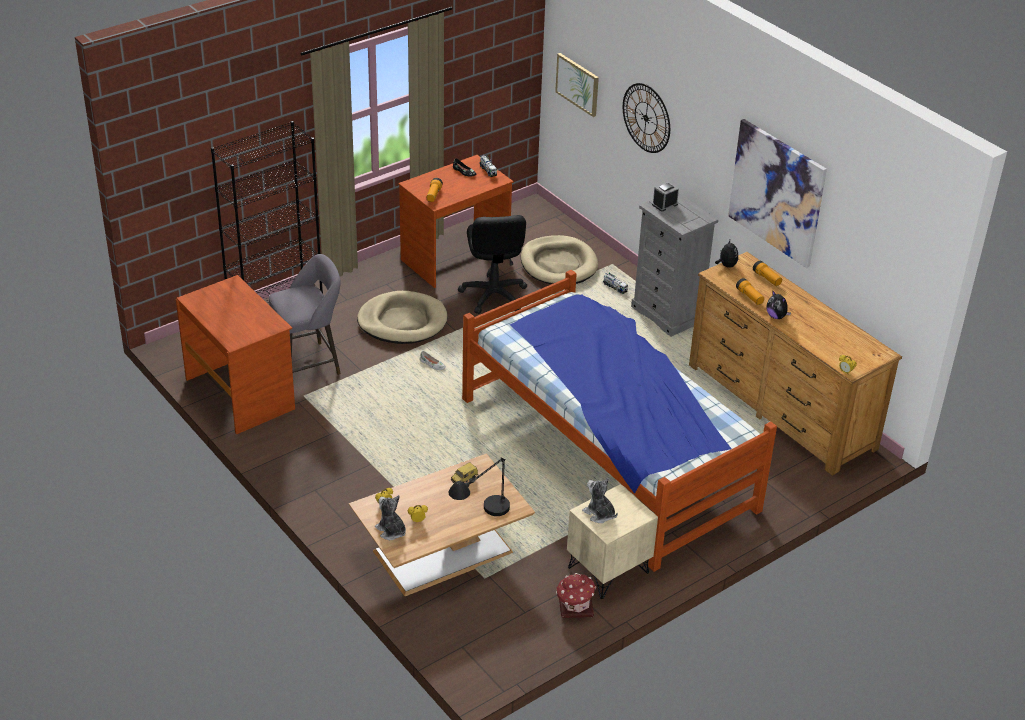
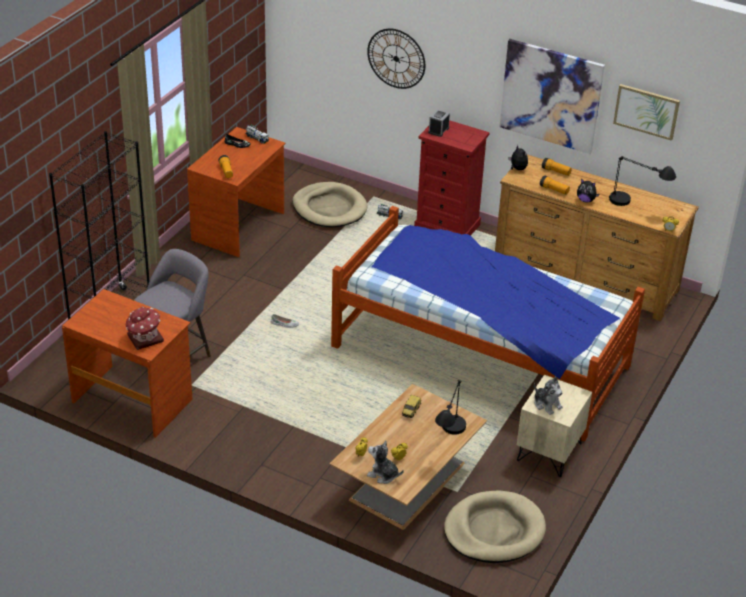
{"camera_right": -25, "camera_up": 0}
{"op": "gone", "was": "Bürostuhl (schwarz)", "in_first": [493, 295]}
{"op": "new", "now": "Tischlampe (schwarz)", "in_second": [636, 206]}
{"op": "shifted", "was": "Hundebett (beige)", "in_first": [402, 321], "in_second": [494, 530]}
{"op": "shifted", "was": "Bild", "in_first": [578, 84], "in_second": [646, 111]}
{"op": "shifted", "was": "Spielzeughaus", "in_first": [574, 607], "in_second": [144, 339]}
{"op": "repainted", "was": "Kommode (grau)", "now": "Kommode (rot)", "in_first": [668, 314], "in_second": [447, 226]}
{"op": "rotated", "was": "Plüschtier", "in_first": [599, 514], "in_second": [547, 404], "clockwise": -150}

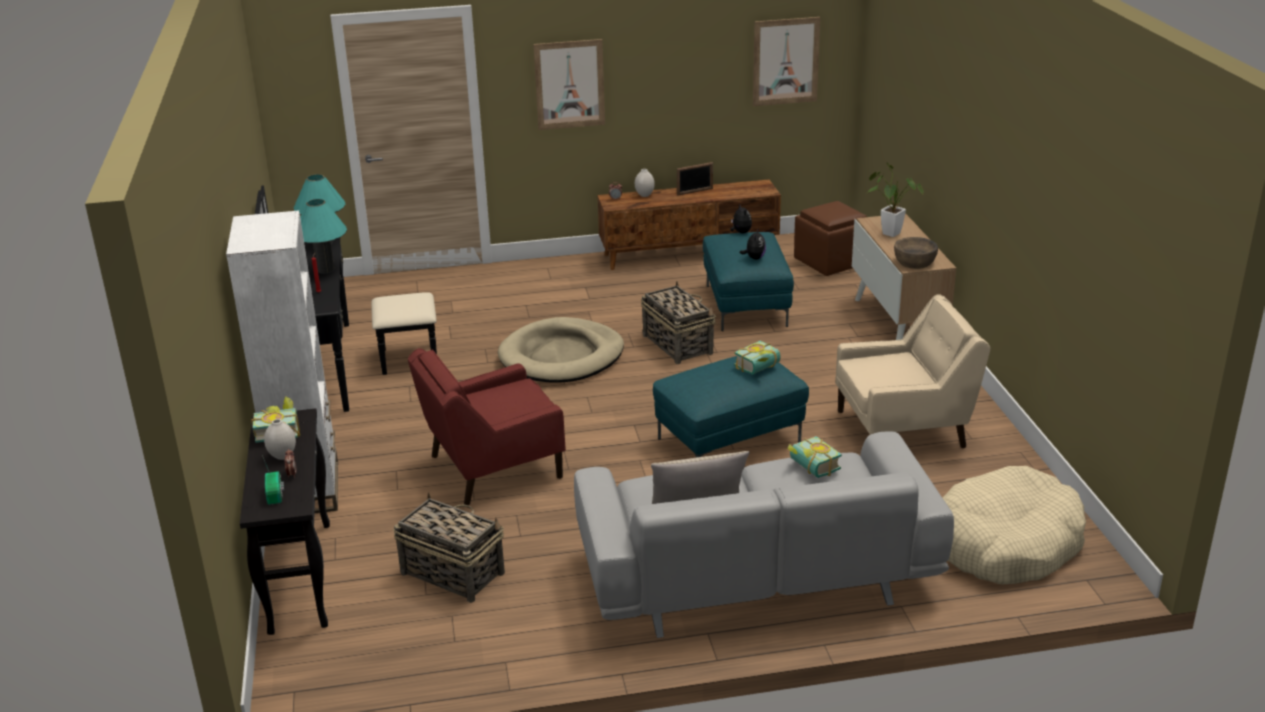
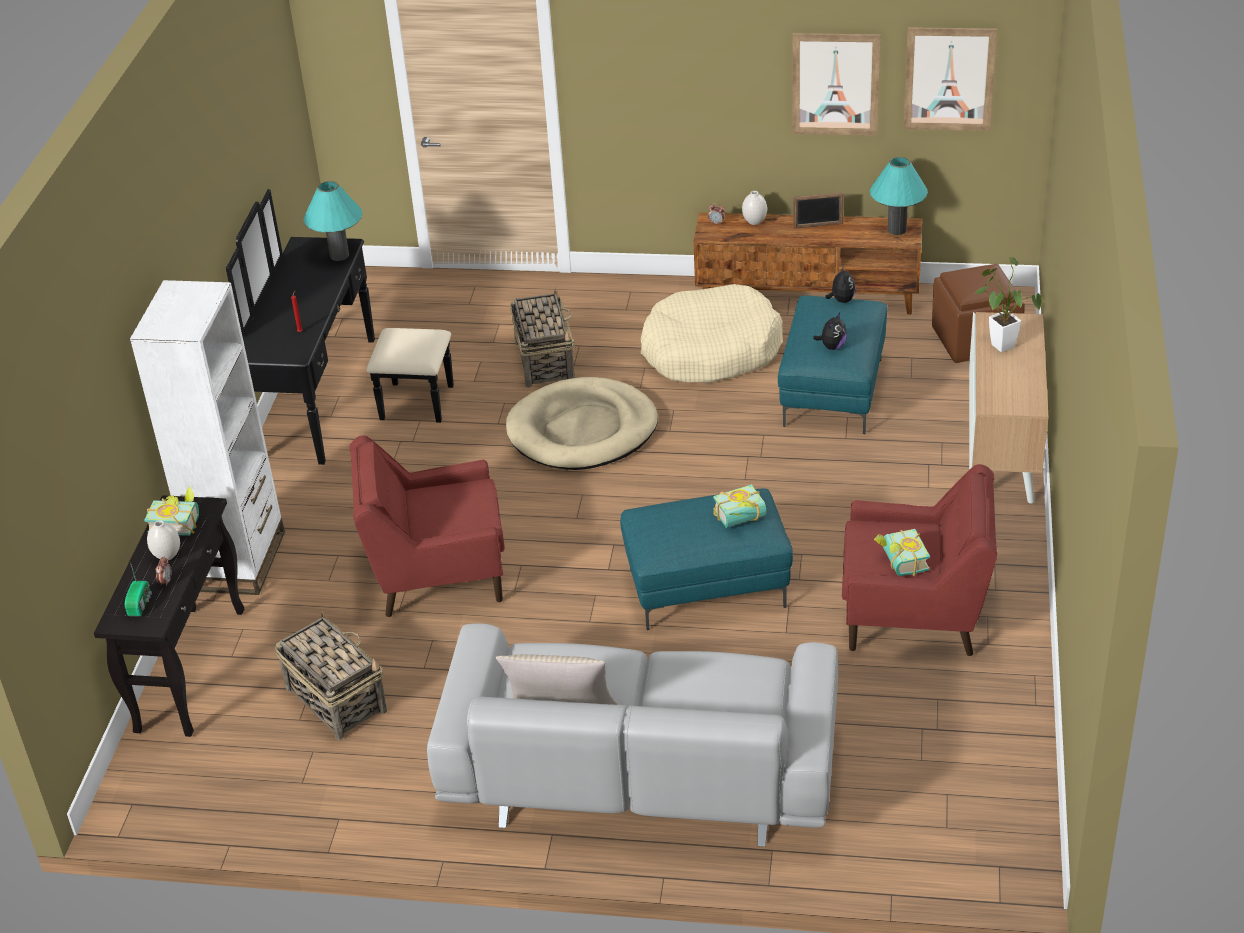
{"camera_right": 20, "camera_up": 10}
{"op": "gone", "was": "Schüssel (braun)", "in_first": [914, 262]}
{"op": "shifted", "was": "Tischlampe (türkis)", "in_first": [325, 269], "in_second": [897, 230]}
{"op": "shifted", "was": "Bild", "in_first": [569, 84], "in_second": [835, 84]}
{"op": "shifted", "was": "Korb", "in_first": [677, 344], "in_second": [544, 360]}
{"op": "shifted", "was": "Buch", "in_first": [810, 468], "in_second": [899, 562]}
{"op": "shifted", "was": "Hundebett (beige)", "in_first": [1006, 543], "in_second": [710, 351]}
{"op": "repainted", "was": "Sessel (beige)", "now": "Sessel (rot)", "in_first": [903, 429], "in_second": [915, 614]}

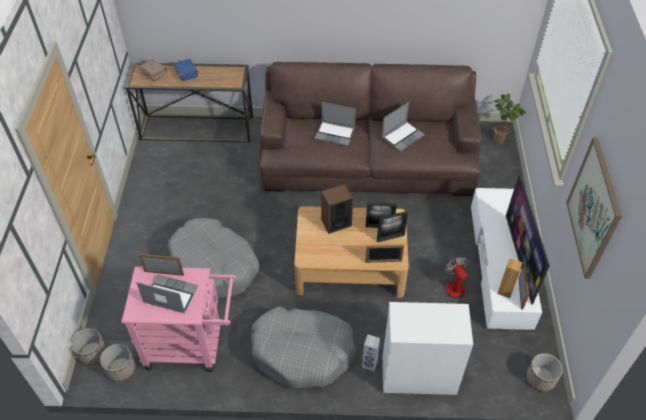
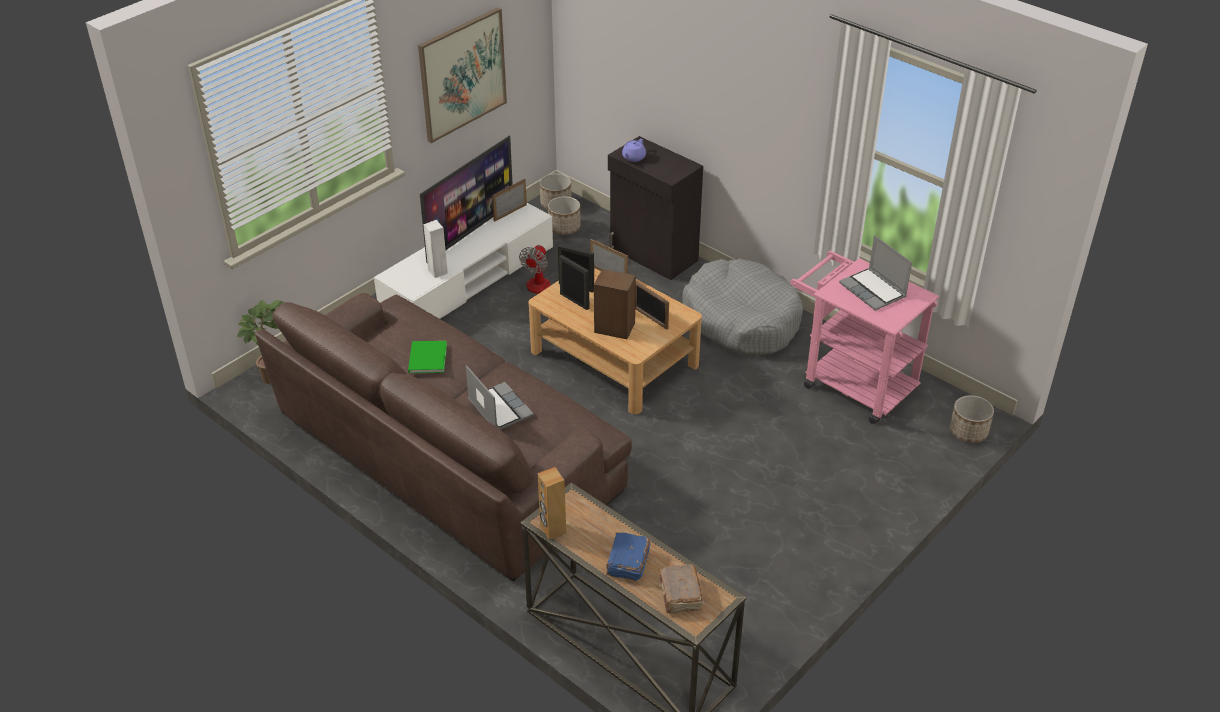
{"camera_right": -140, "camera_up": -10}
{"op": "gone", "was": "Hundebett (grau)", "in_first": [214, 266]}
{"op": "new", "now": "Teekanne (lila)", "in_second": [633, 158]}
{"op": "shifted", "was": "Pflanzkübel", "in_first": [121, 369], "in_second": [564, 228]}
{"op": "shifted", "was": "Bilderrahmen", "in_first": [164, 272], "in_second": [650, 318]}
{"op": "shifted", "was": "Lautsprecher (weiß)", "in_first": [369, 364], "in_second": [438, 271]}
{"op": "shifted", "was": "Lautsprecher (braun)", "in_first": [505, 291], "in_second": [552, 529]}
{"op": "swapped", "was": "Laptop", "now": "Buch (grün)", "in_first": [402, 136], "in_second": [426, 359]}
{"op": "repainted", "was": "Schrank (weiß)", "now": "Schrank (schwarz)", "in_first": [418, 374], "in_second": [653, 255]}

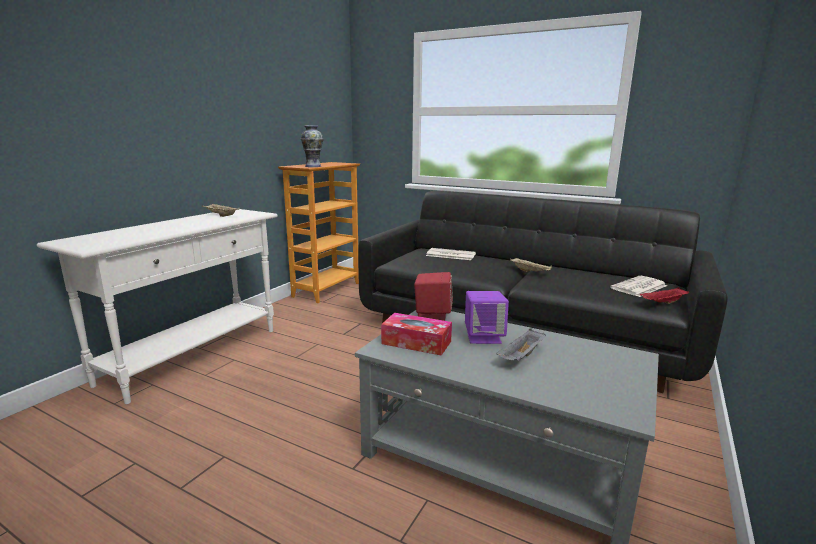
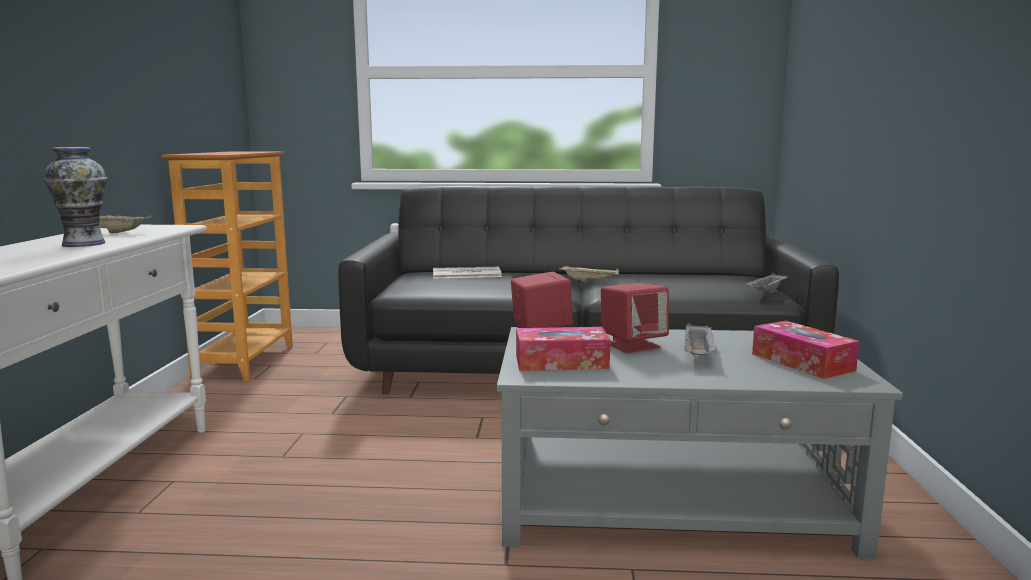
{"camera_right": -25, "camera_up": -5}
{"op": "gone", "was": "Zeitung", "in_first": [639, 287]}
{"op": "new", "now": "Taschentuchbox", "in_second": [802, 362]}
{"op": "shifted", "was": "Vase", "in_first": [313, 166], "in_second": [83, 244]}
{"op": "repainted", "was": "Lautsprecher (lila)", "now": "Lautsprecher (rot)", "in_first": [484, 337], "in_second": [632, 345]}
{"op": "repainted", "was": "Tablett (rot)", "now": "Tablett (grau)", "in_first": [663, 303], "in_second": [766, 292]}

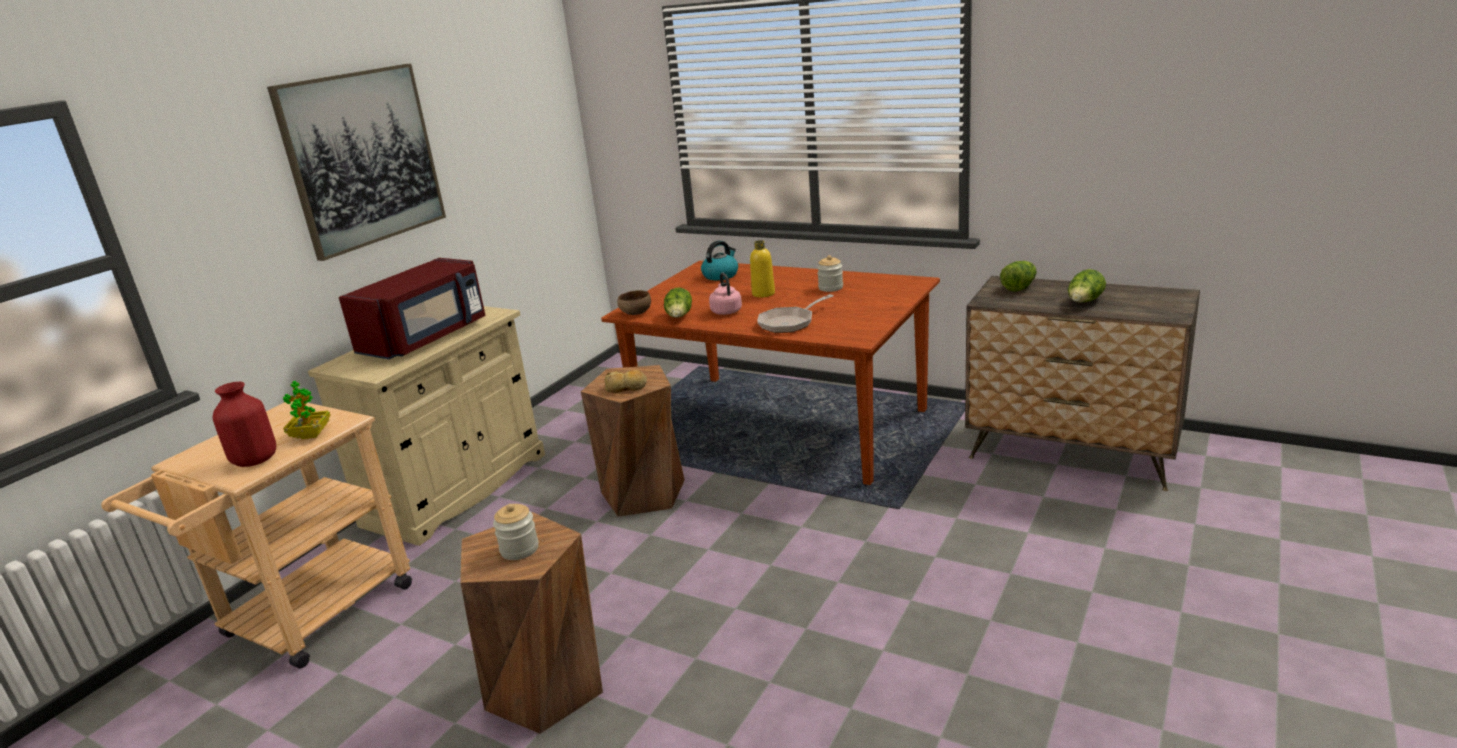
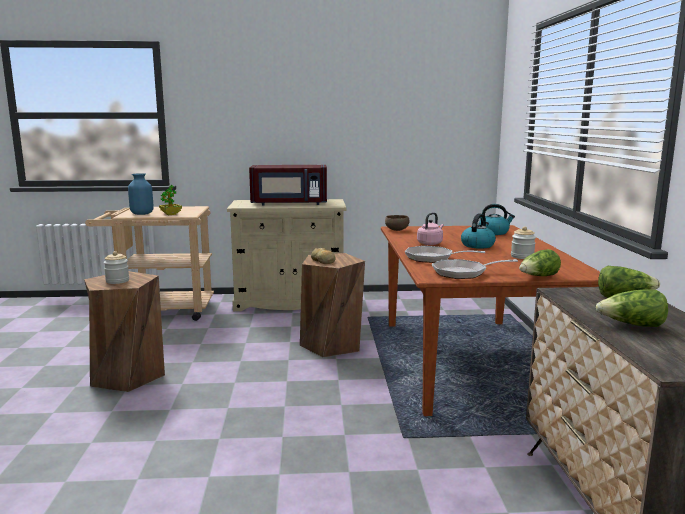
{"camera_right": 55, "camera_up": -10}
{"op": "gone", "was": "Bild", "in_first": [363, 158]}
{"op": "new", "now": "Pfanne", "in_second": [463, 273]}
{"op": "shifted", "was": "Salatkopf", "in_first": [679, 317], "in_second": [538, 277]}
{"op": "swapped", "was": "Flasche (gelb)", "now": "Wasserkessel", "in_first": [763, 294], "in_second": [477, 245]}
{"op": "repainted", "was": "Vase (rot)", "now": "Vase (blau)", "in_first": [255, 460], "in_second": [142, 214]}

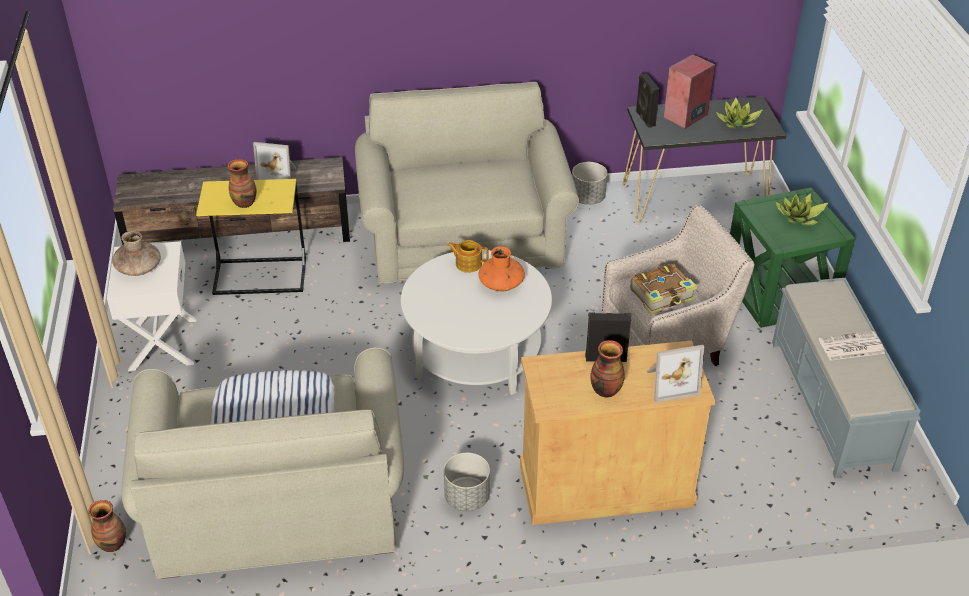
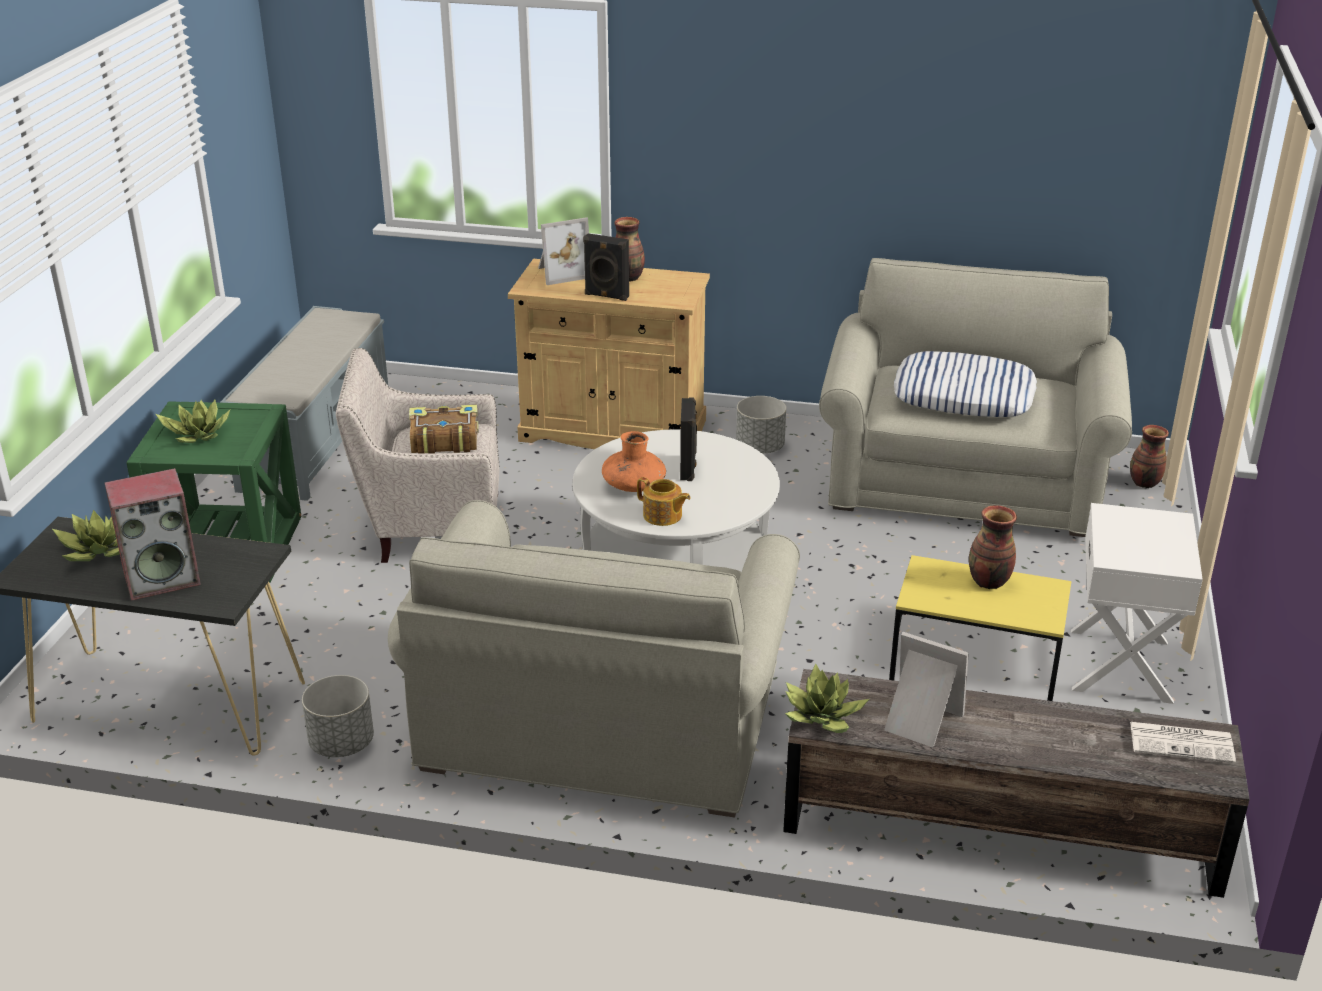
{"camera_right": -160, "camera_up": -10}
{"op": "gone", "was": "Vase (braun)", "in_first": [139, 268]}
{"op": "new", "now": "Topfpflanze", "in_second": [823, 716]}
{"op": "shifted", "was": "Lautsprecher (schwarz)", "in_first": [644, 119], "in_second": [688, 468]}
{"op": "shifted", "was": "Zeitung", "in_first": [850, 347], "in_second": [1182, 743]}
{"op": "rotated", "was": "Bilderrahmen", "in_first": [670, 382], "in_second": [562, 273], "clockwise": 150}

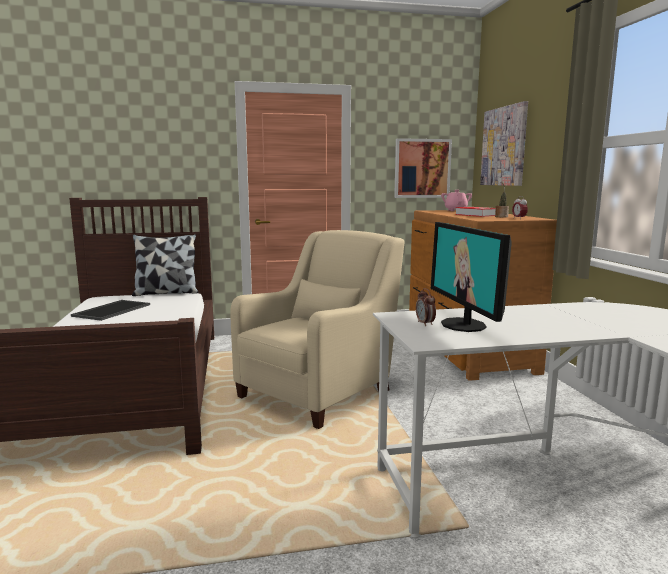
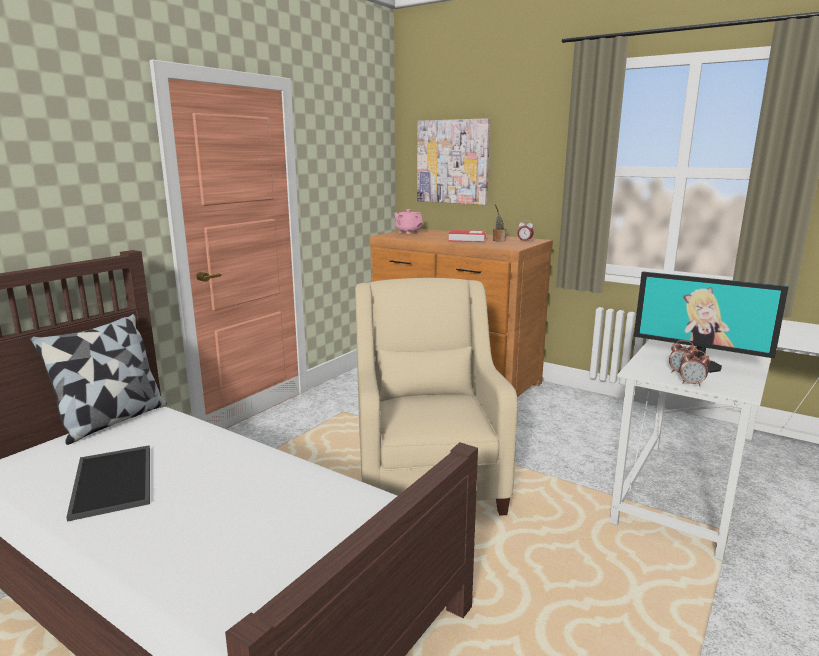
{"camera_right": -45, "camera_up": 5}
{"op": "gone", "was": "Bild", "in_first": [422, 168]}
{"op": "new", "now": "Wecker", "in_second": [691, 384]}

